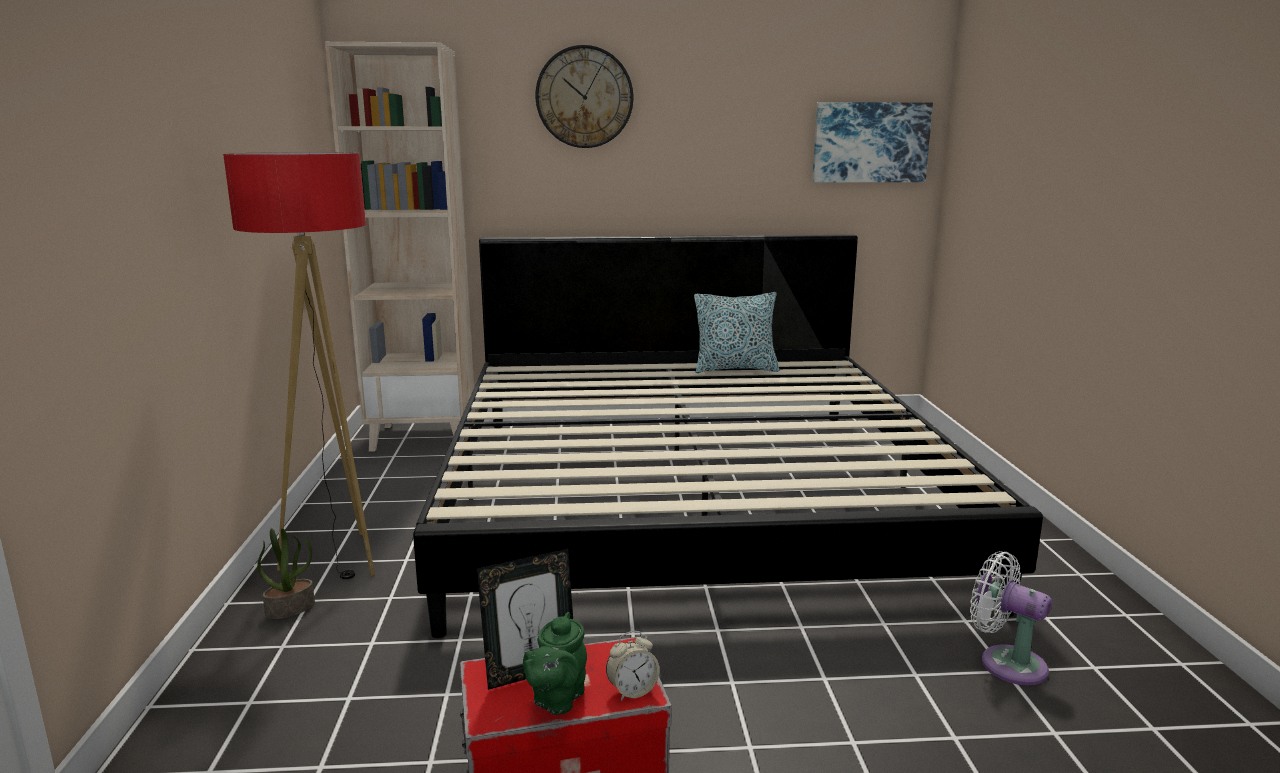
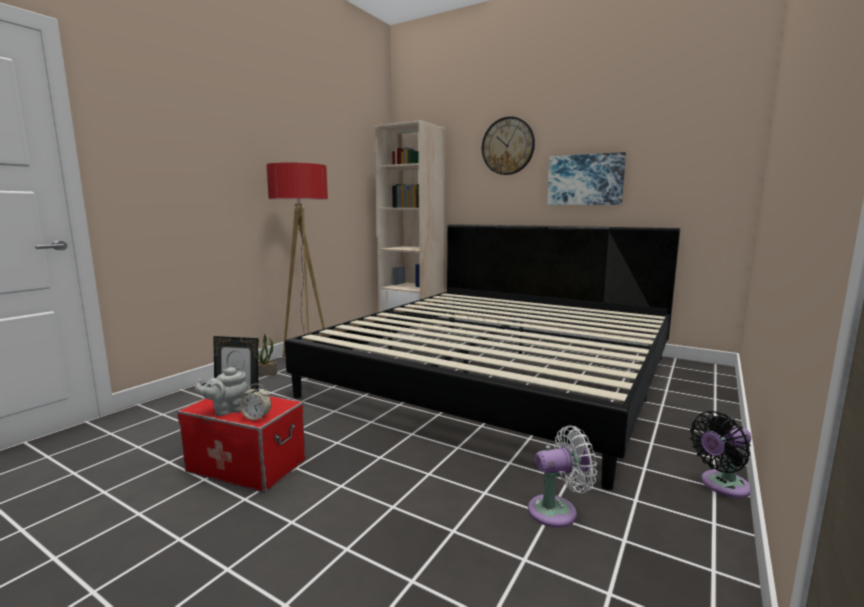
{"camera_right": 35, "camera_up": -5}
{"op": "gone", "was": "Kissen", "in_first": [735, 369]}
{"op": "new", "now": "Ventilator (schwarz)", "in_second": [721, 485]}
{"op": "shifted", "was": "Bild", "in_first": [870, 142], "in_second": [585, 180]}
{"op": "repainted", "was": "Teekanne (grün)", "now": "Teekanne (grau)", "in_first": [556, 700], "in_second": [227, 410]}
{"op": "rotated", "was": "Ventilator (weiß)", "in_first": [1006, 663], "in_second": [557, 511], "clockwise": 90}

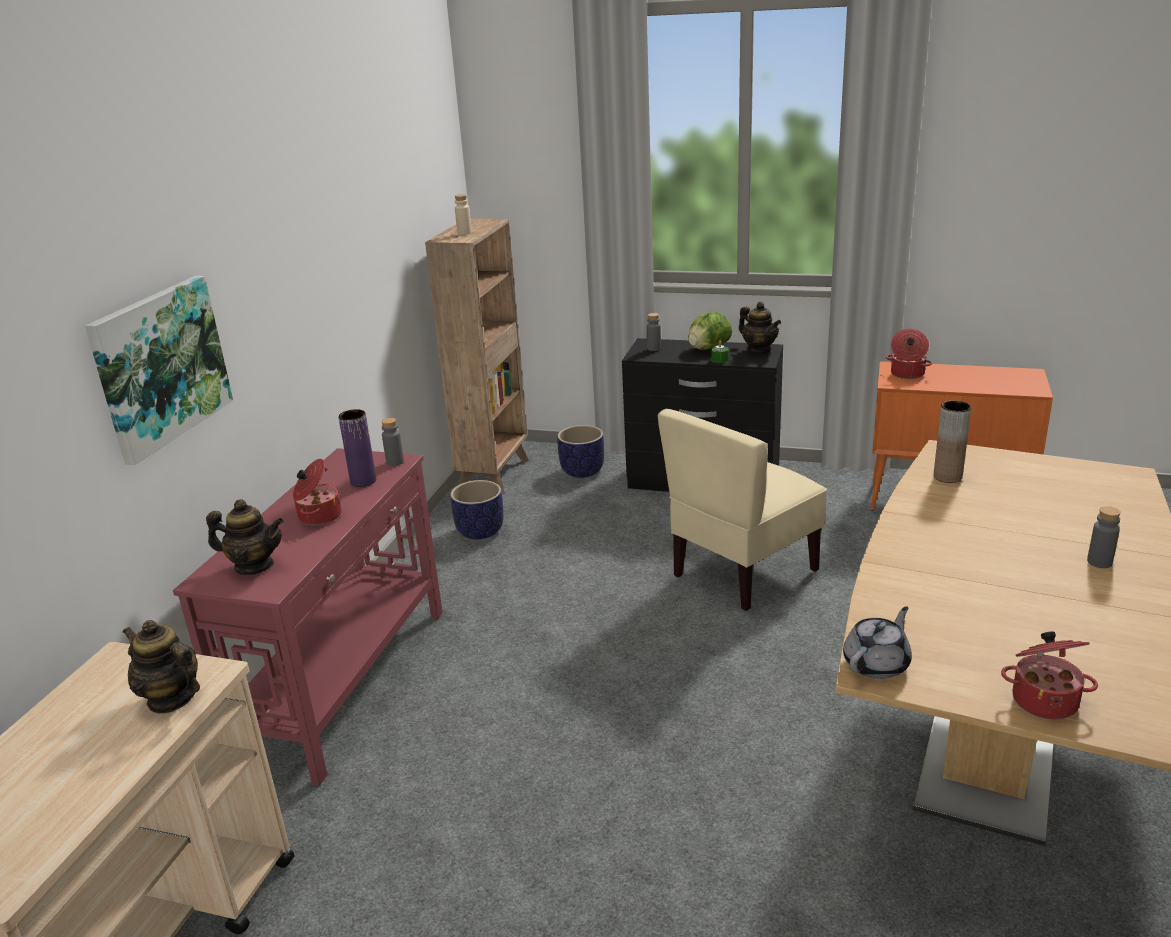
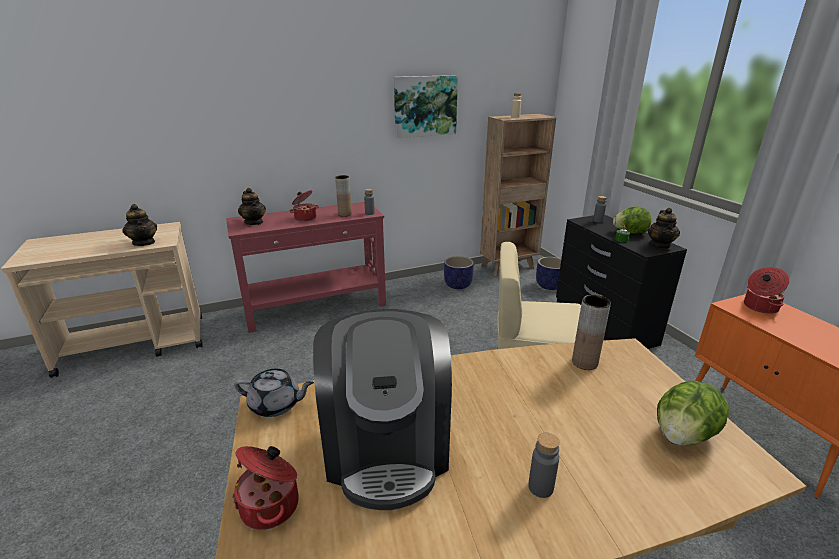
{"camera_right": 50, "camera_up": 0}
{"op": "new", "now": "Kaffeemaschine", "in_second": [387, 447]}
{"op": "new", "now": "Salatkopf", "in_second": [683, 435]}
{"op": "shifted", "was": "Bild", "in_first": [160, 366], "in_second": [425, 106]}
{"op": "repainted", "was": "Vase (lila)", "now": "Vase (braun)", "in_first": [363, 481], "in_second": [345, 214]}
{"op": "rotated", "was": "Teekanne", "in_first": [171, 698], "in_second": [144, 242], "clockwise": 150}

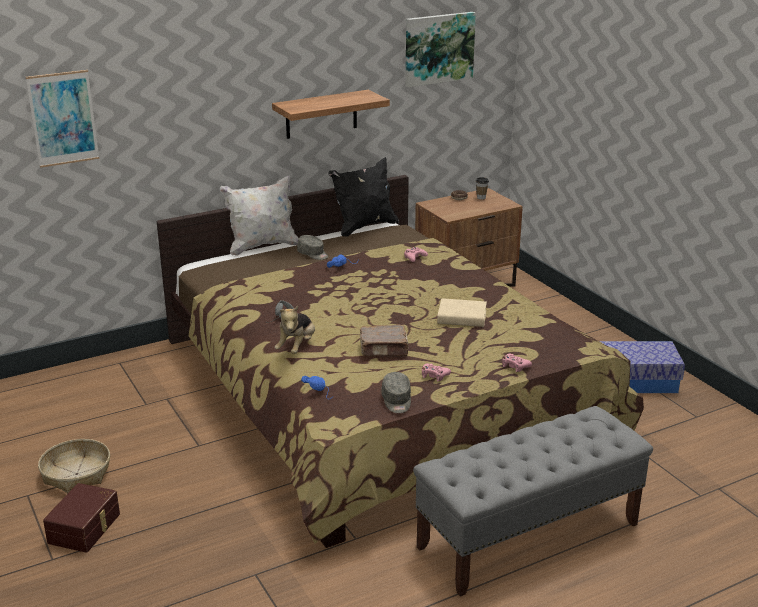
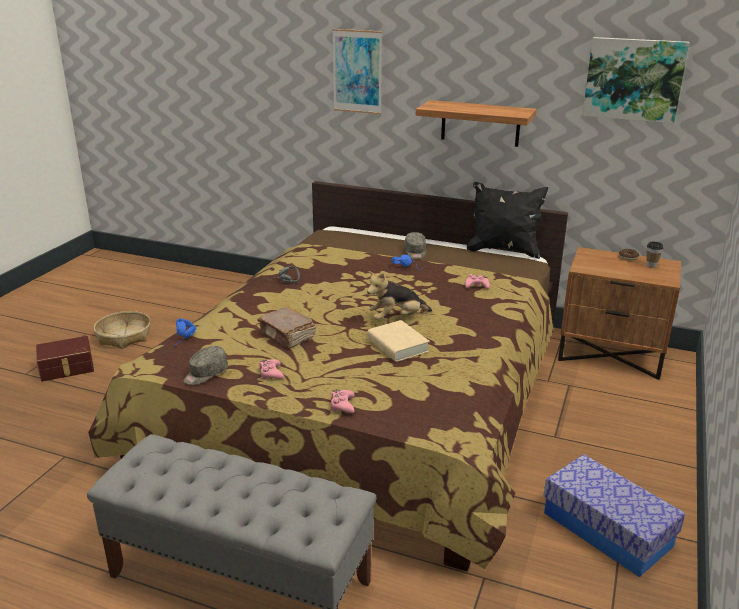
{"camera_right": 50, "camera_up": 0}
{"op": "gone", "was": "Kissen (weiß)", "in_first": [262, 246]}
{"op": "shifted", "was": "Bild", "in_first": [63, 118], "in_second": [357, 71]}
{"op": "shifted", "was": "Plüschtier", "in_first": [297, 347], "in_second": [396, 318]}

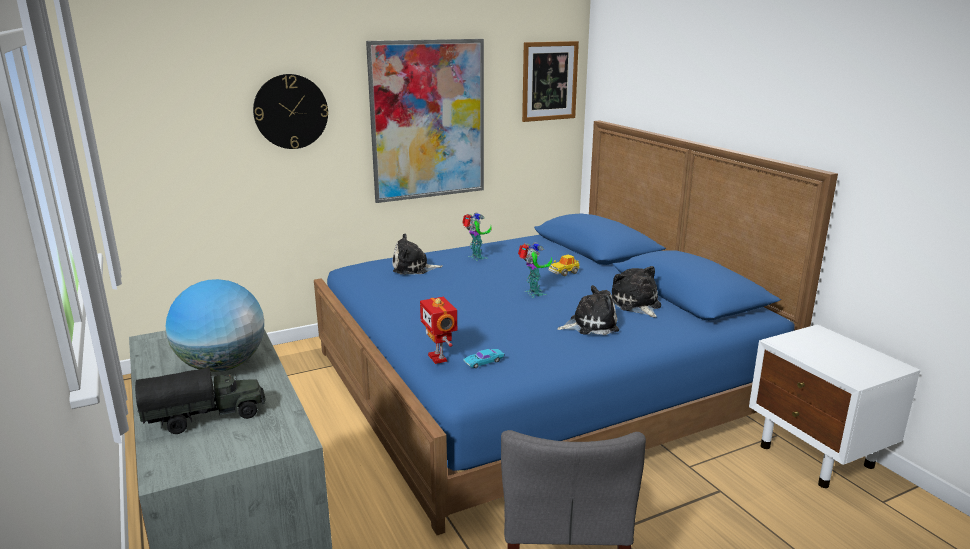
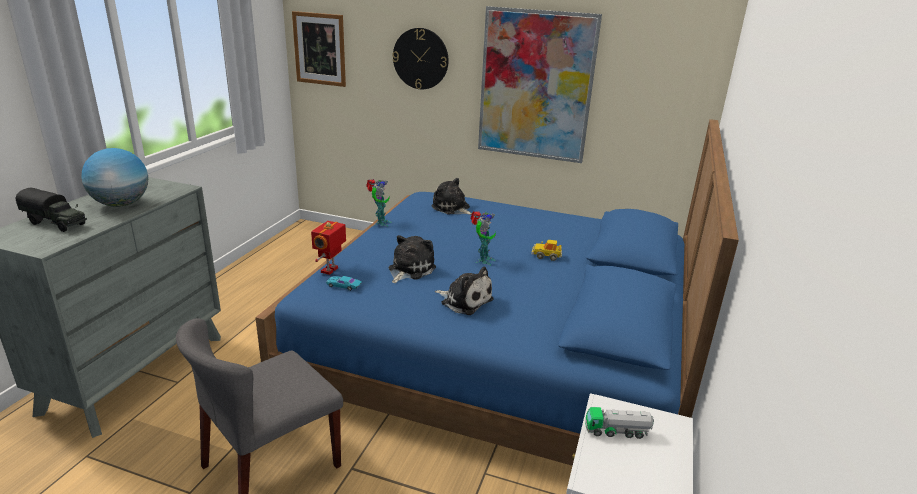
{"camera_right": 45, "camera_up": 5}
{"op": "new", "now": "Spielzeuglaster", "in_second": [617, 431]}
{"op": "shifted", "was": "Spielzeugroboter", "in_first": [476, 258], "in_second": [380, 223]}
{"op": "shifted", "was": "Bild", "in_first": [549, 81], "in_second": [319, 49]}
{"op": "shifted", "was": "Plüschtier", "in_first": [636, 304], "in_second": [409, 269]}

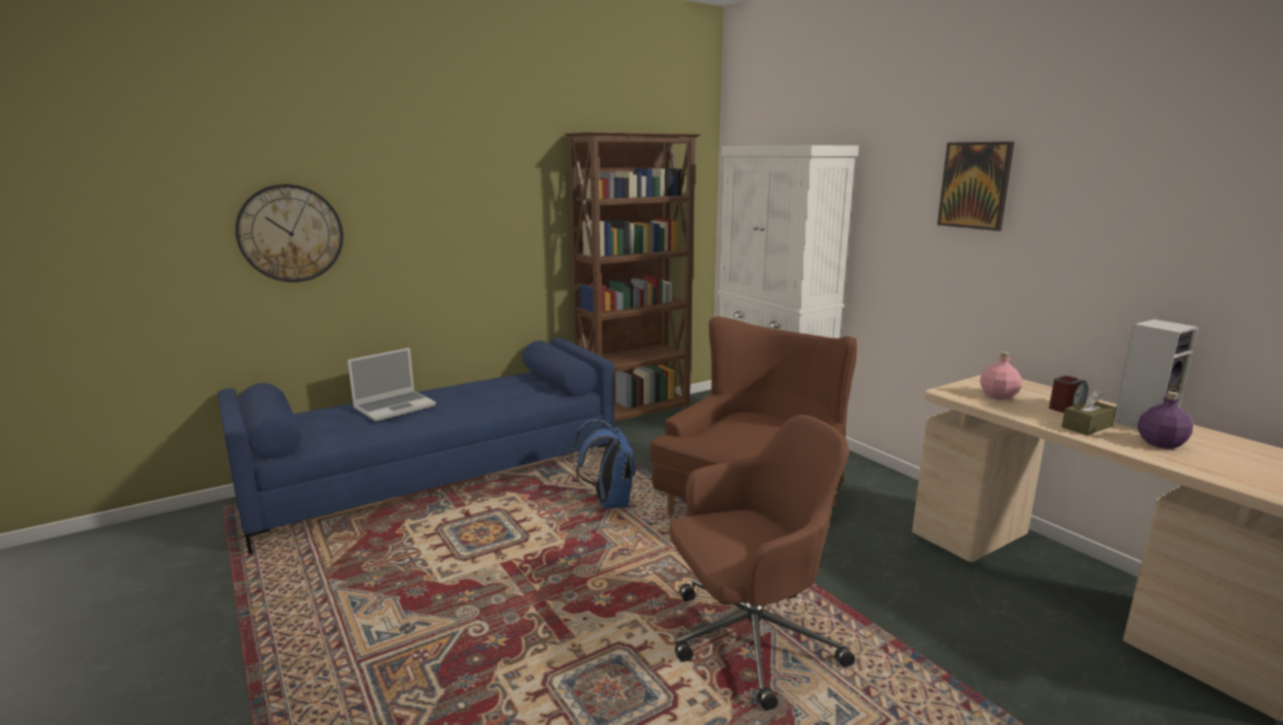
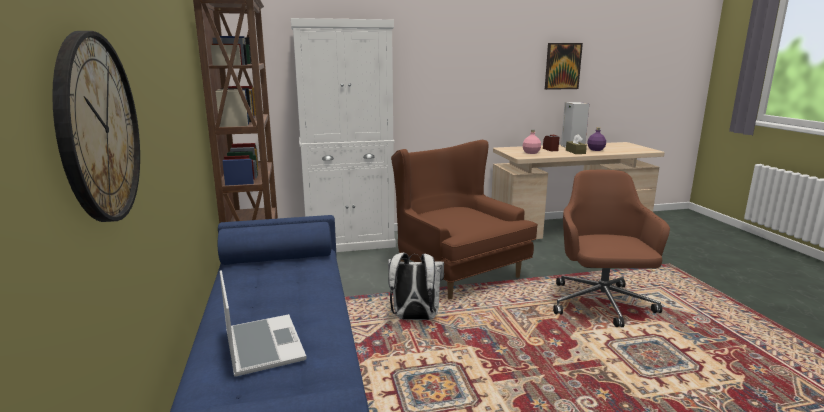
{"camera_right": -70, "camera_up": 0}
{"op": "shifted", "was": "Bild", "in_first": [975, 185], "in_second": [562, 66]}
{"op": "repainted", "was": "Rucksack (blau)", "now": "Rucksack (weiß)", "in_first": [609, 502], "in_second": [414, 318]}

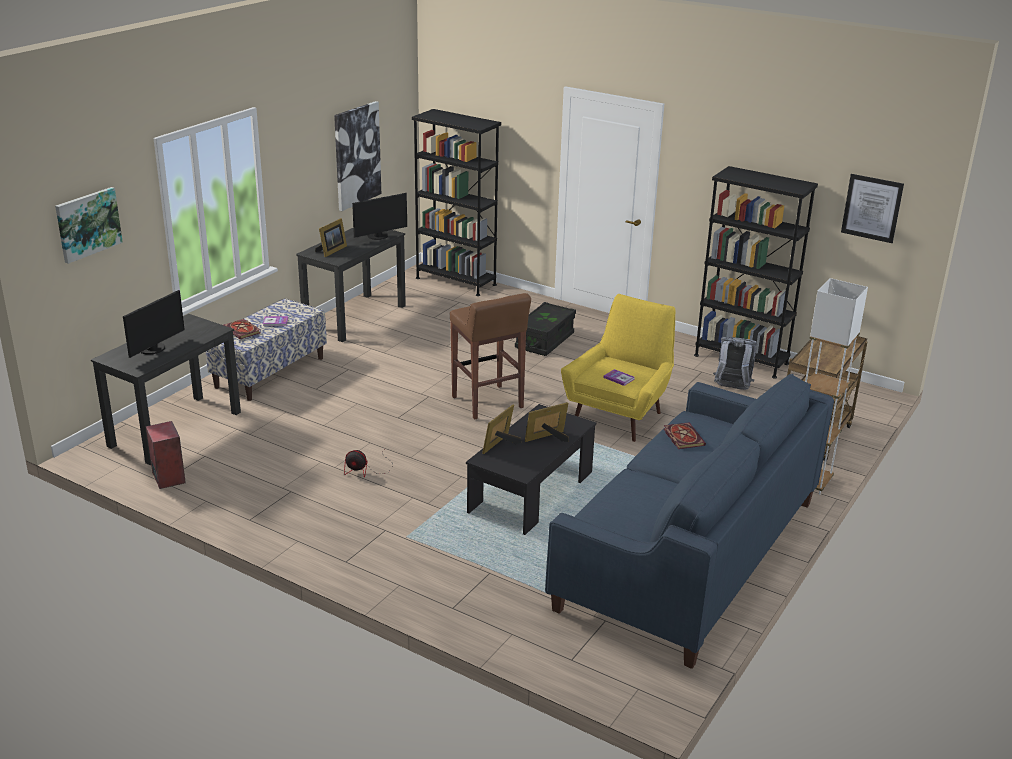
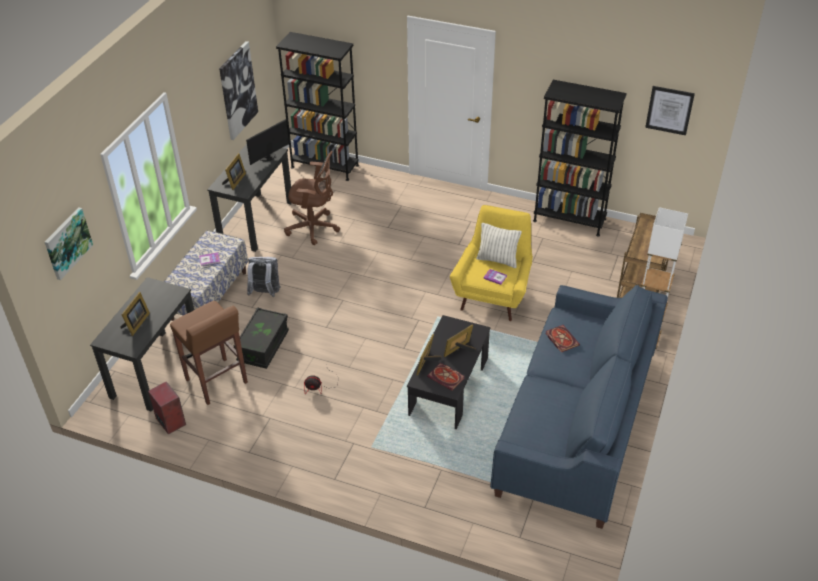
{"camera_right": -10, "camera_up": 15}
{"op": "new", "now": "Bürostuhl (braun)", "in_second": [314, 228]}
{"op": "new", "now": "Kissen", "in_second": [497, 260]}
{"op": "shifted", "was": "Buch", "in_first": [243, 331], "in_second": [447, 378]}
{"op": "shifted", "was": "Hocker (braun)", "in_first": [487, 403], "in_second": [217, 382]}
{"op": "shifted", "was": "Aufbewahrungsbox (schwarz)", "in_first": [544, 341], "in_second": [263, 346]}
{"op": "shifted", "was": "Rucksack (grau)", "in_first": [732, 389], "in_second": [265, 293]}
{"op": "swapped", "was": "Monitor", "now": "Bilderrahmen", "in_first": [154, 349], "in_second": [136, 324]}

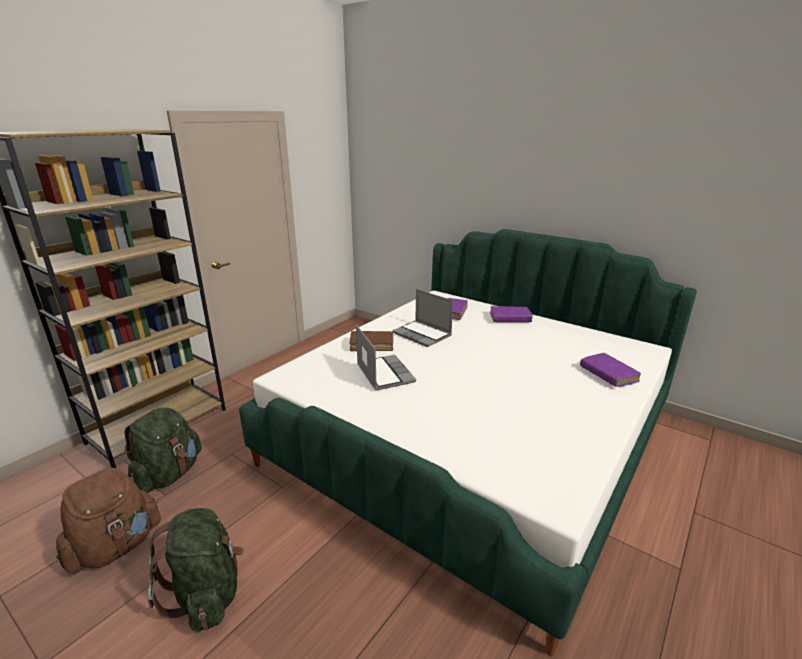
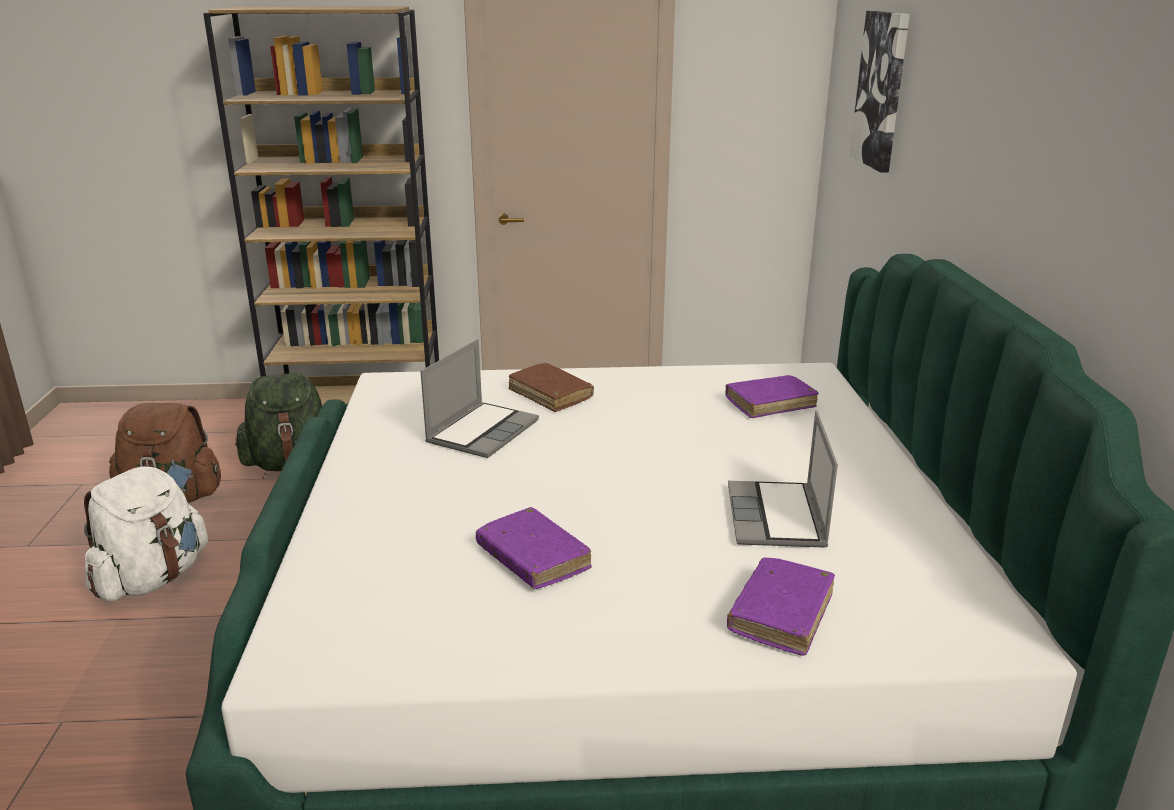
{"camera_right": 50, "camera_up": 0}
{"op": "new", "now": "Bild", "in_second": [882, 90]}
{"op": "shifted", "was": "Laptop", "in_first": [423, 334], "in_second": [777, 518]}
{"op": "shifted", "was": "Buch (lila)", "in_first": [510, 319], "in_second": [533, 558]}
{"op": "repainted", "was": "Rucksack (grün)", "now": "Rucksack (weiß)", "in_first": [207, 593], "in_second": [152, 578]}

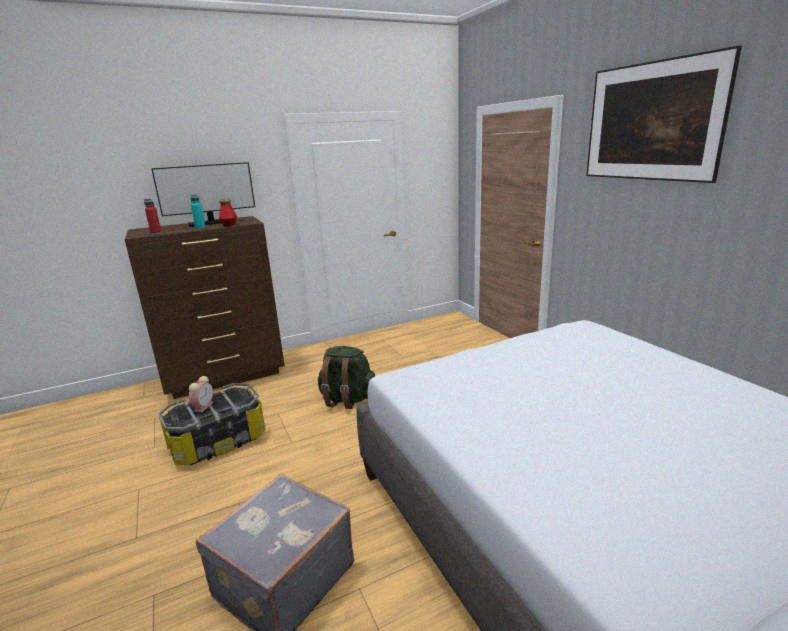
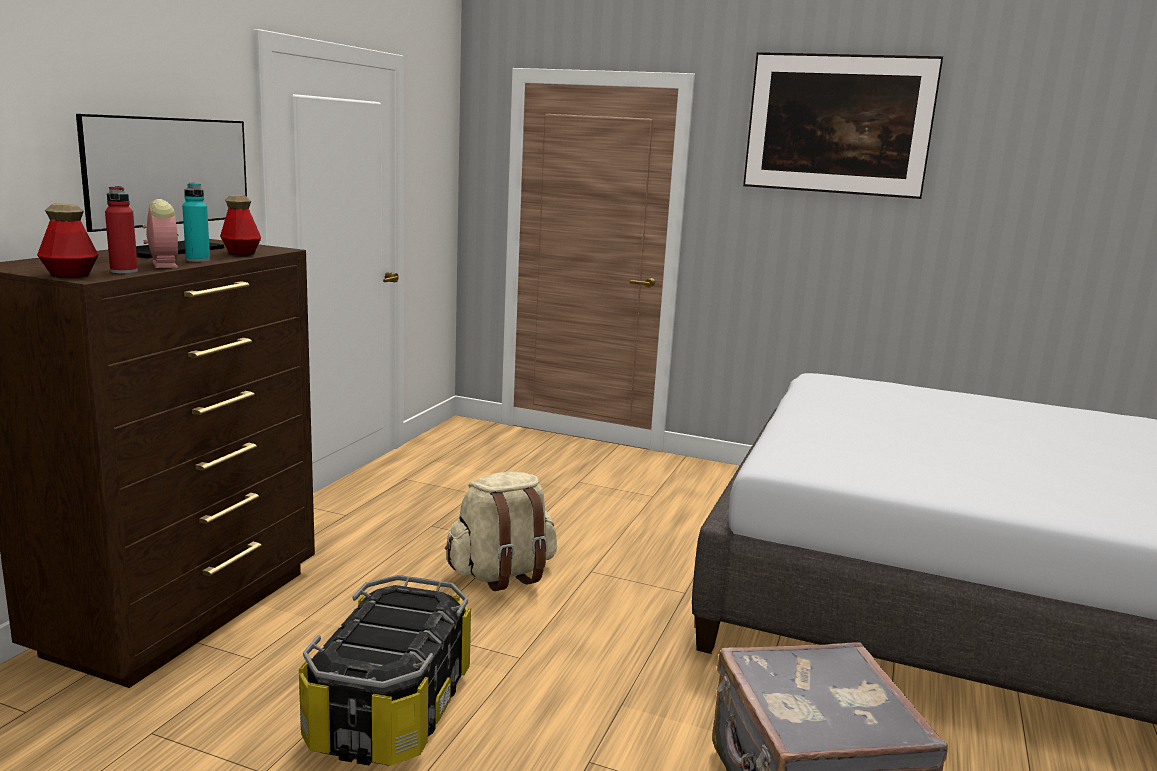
{"camera_right": -45, "camera_up": -5}
{"op": "new", "now": "Flasche", "in_second": [70, 275]}
{"op": "shifted", "was": "Wecker", "in_first": [203, 406], "in_second": [163, 264]}
{"op": "repainted", "was": "Rucksack (grün)", "now": "Rucksack (beige)", "in_first": [347, 399], "in_second": [502, 574]}

